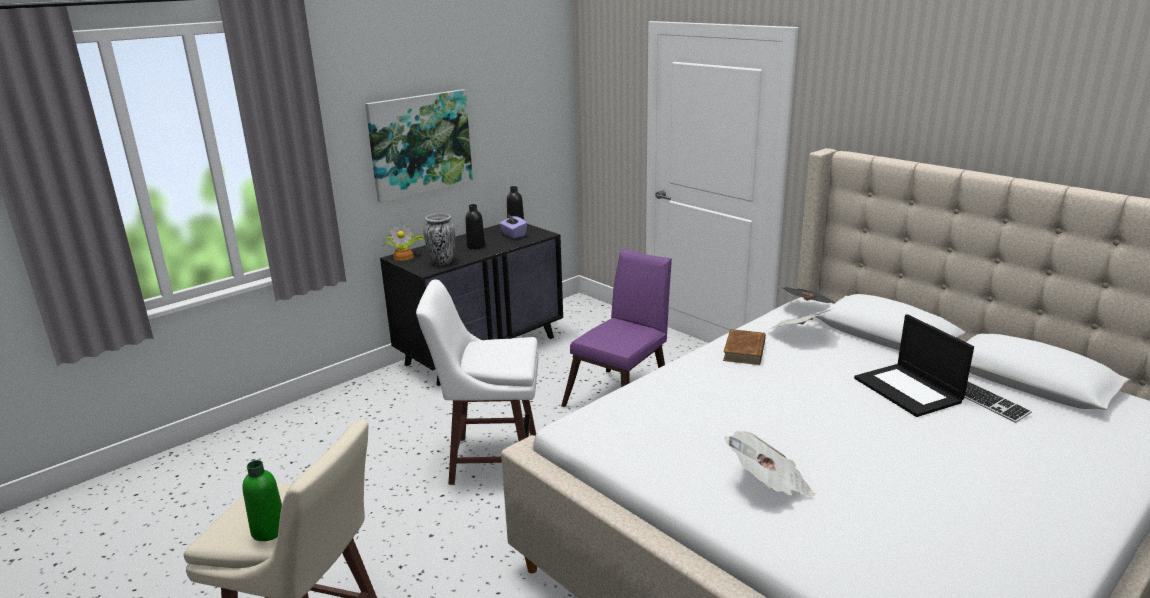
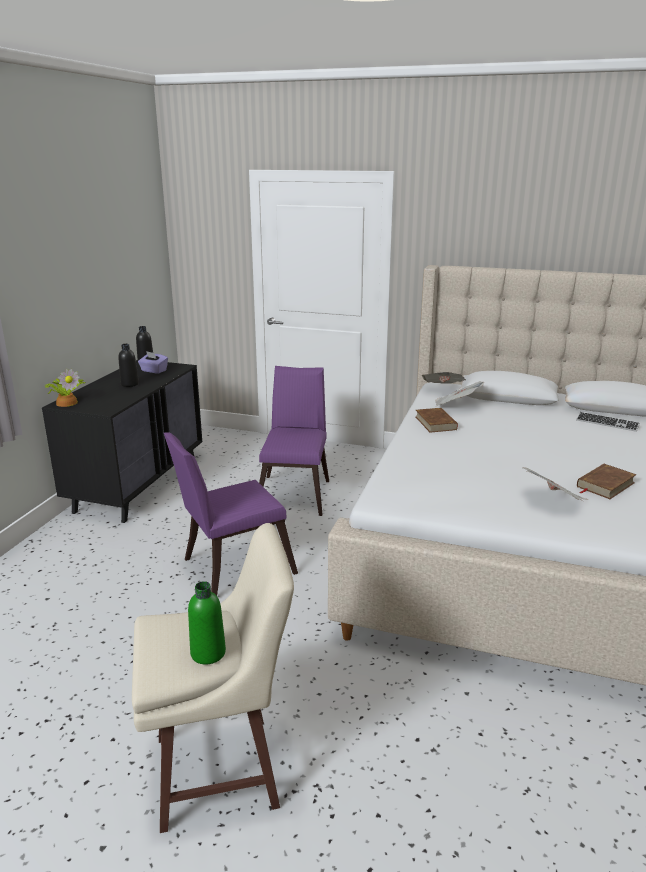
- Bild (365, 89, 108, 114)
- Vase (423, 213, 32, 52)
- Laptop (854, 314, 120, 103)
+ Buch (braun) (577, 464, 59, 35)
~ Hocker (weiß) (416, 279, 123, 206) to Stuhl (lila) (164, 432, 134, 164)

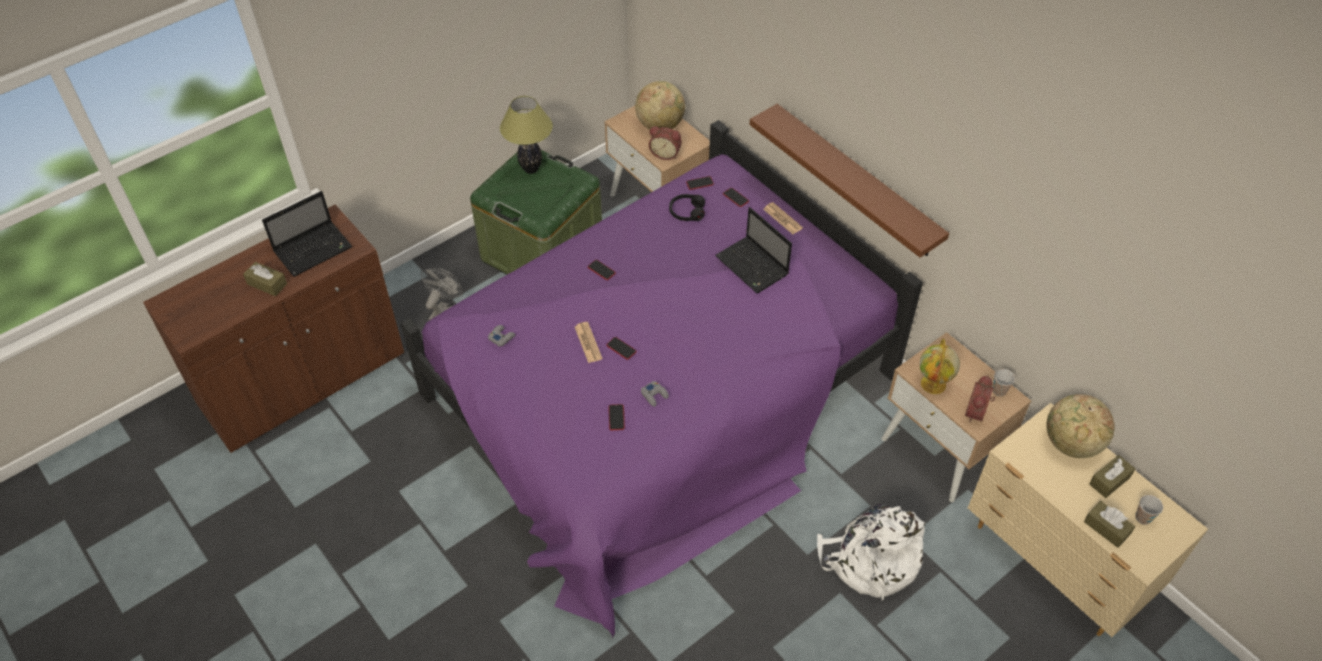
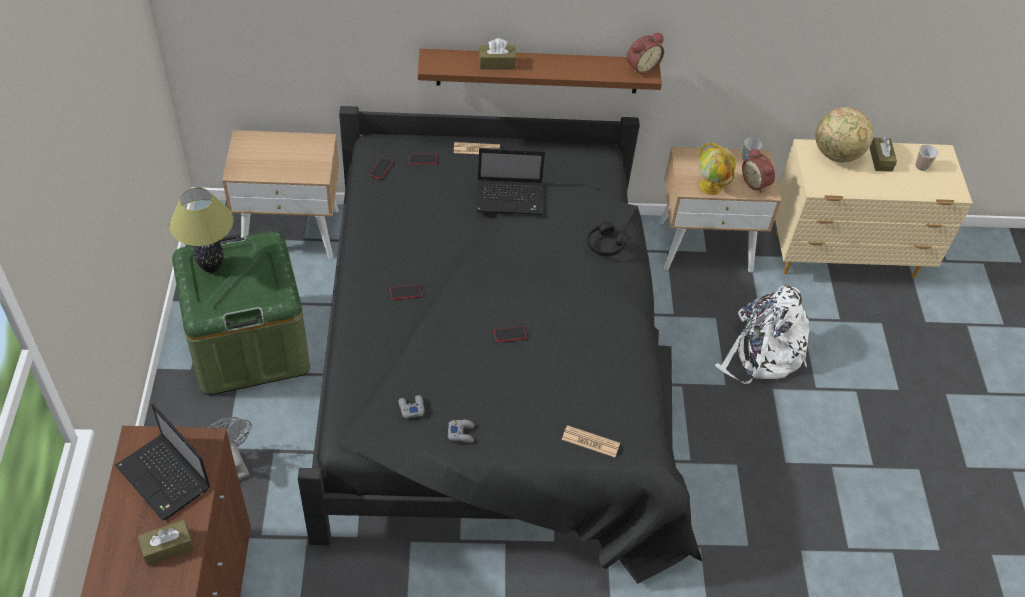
- Handy (609, 404, 16, 26)
- Globus (635, 81, 50, 49)
~ Zeitung (575, 322, 28, 41) to (562, 425, 58, 32)
~ Gamepad (grau) (641, 381, 28, 26) to (448, 420, 26, 23)
~ Wecker (649, 126, 33, 34) to (626, 33, 38, 42)
~ Kopfhörer (schwarz) (669, 194, 36, 27) to (587, 222, 41, 34)
~ Taschentuchbox (braun) (1084, 501, 51, 47) to (479, 38, 37, 32)
~ Bett (lila) (401, 120, 522, 518) to Bett (schwarz) (298, 106, 404, 478)
~ Laptop (262, 191, 91, 86) = (115, 404, 95, 117) 135 degrees clockwise

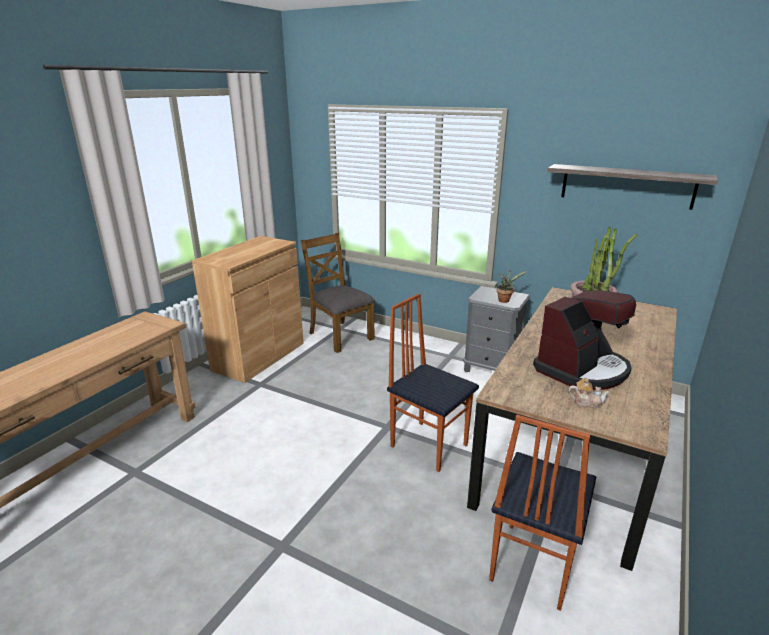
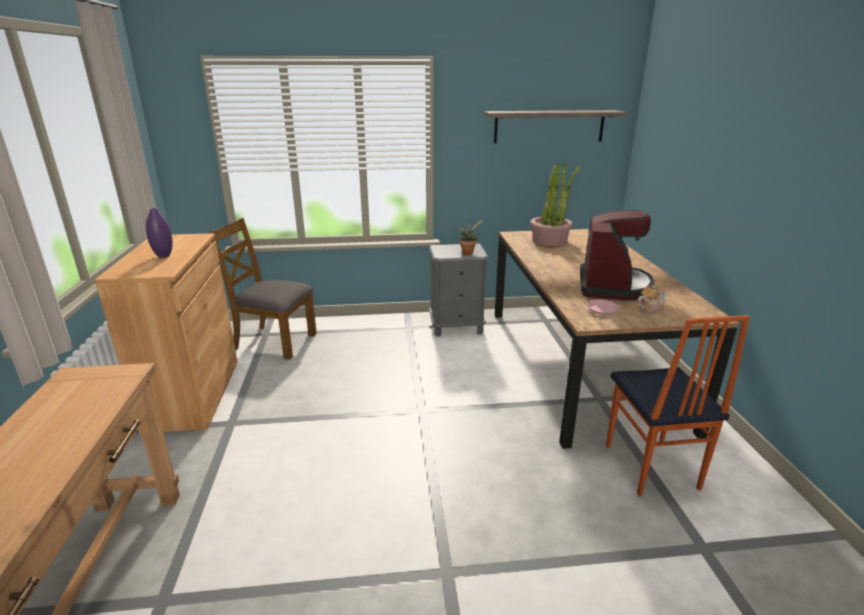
- Stuhl (387, 293, 92, 179)
+ Vase (lila) (146, 208, 27, 50)
+ Teller (rosa) (587, 300, 33, 15)

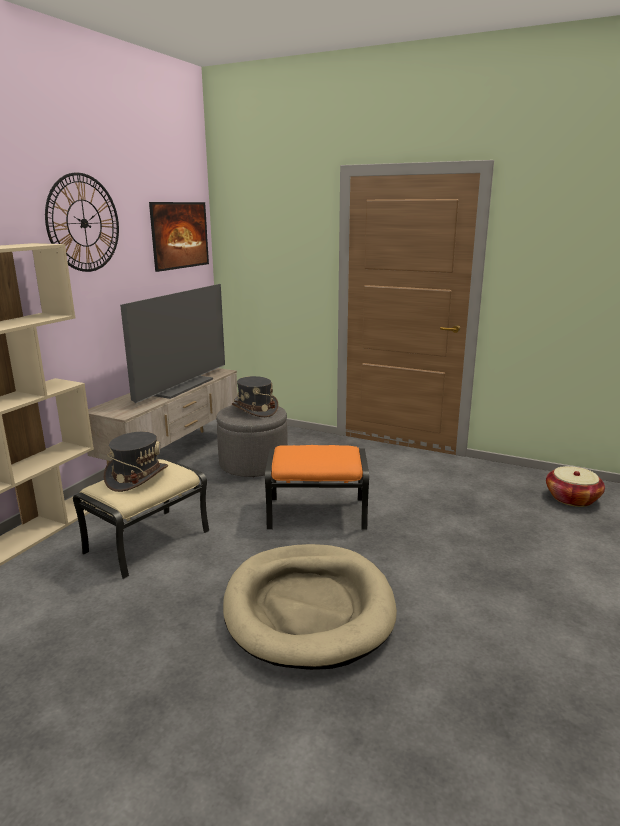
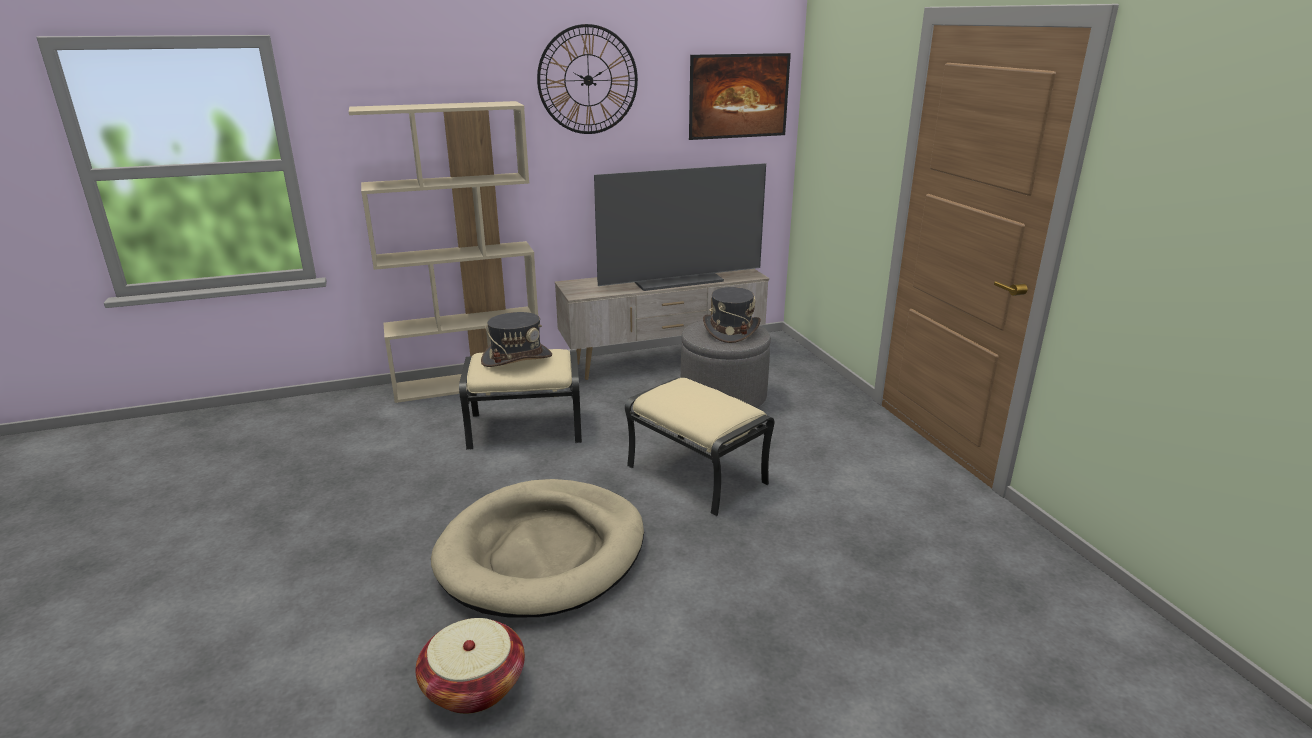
~ Korb (546, 466, 59, 41) to (416, 618, 109, 96)
~ Polsterhocker (orange) (265, 445, 104, 85) to Polsterhocker (beige) (625, 378, 150, 138)

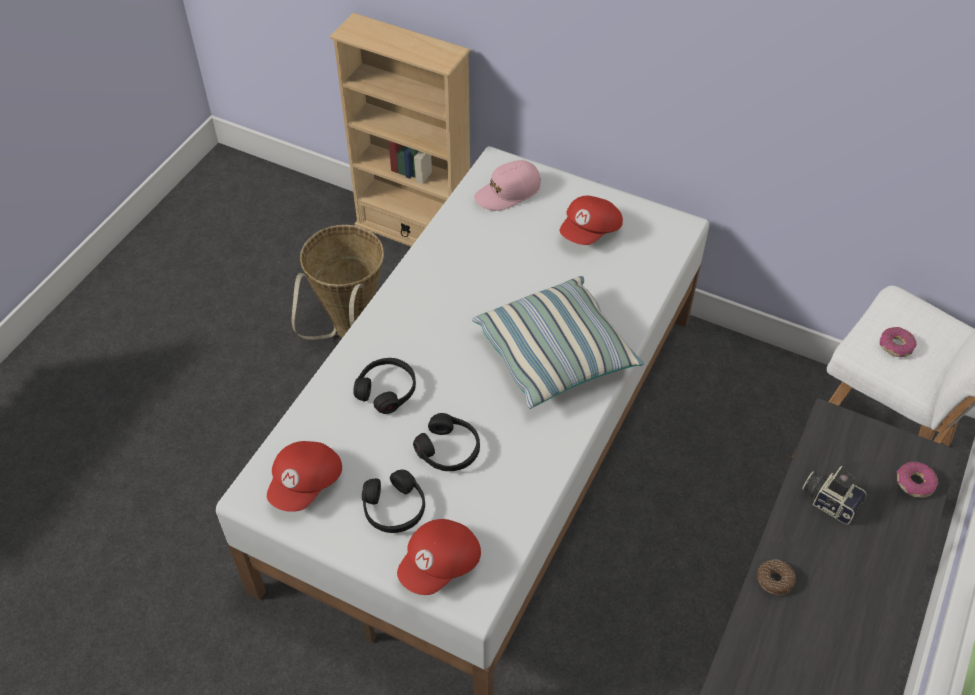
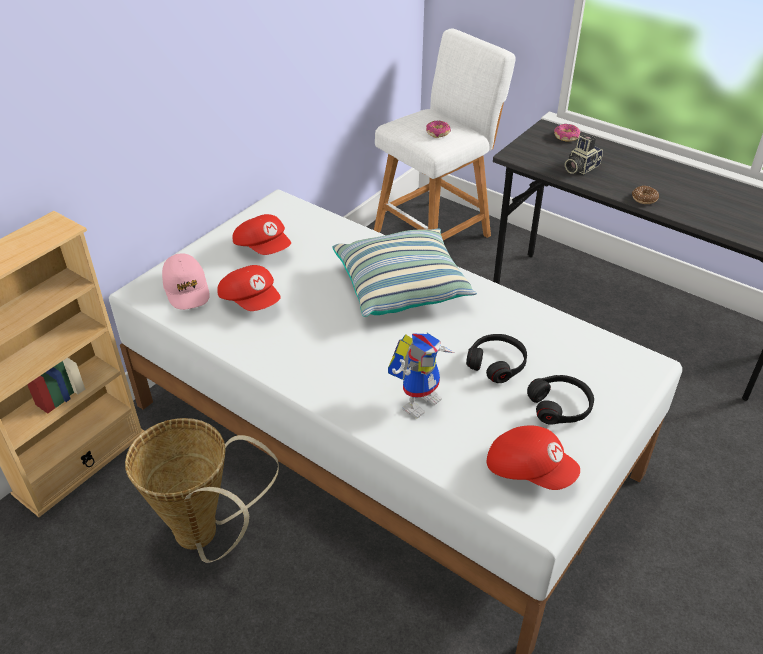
~ Kappe (rot) (397, 519, 84, 76) to (217, 265, 64, 46)
~ Kopfhörer (schwarz) (353, 358, 63, 56) to Spielzeugroboter (388, 333, 67, 86)

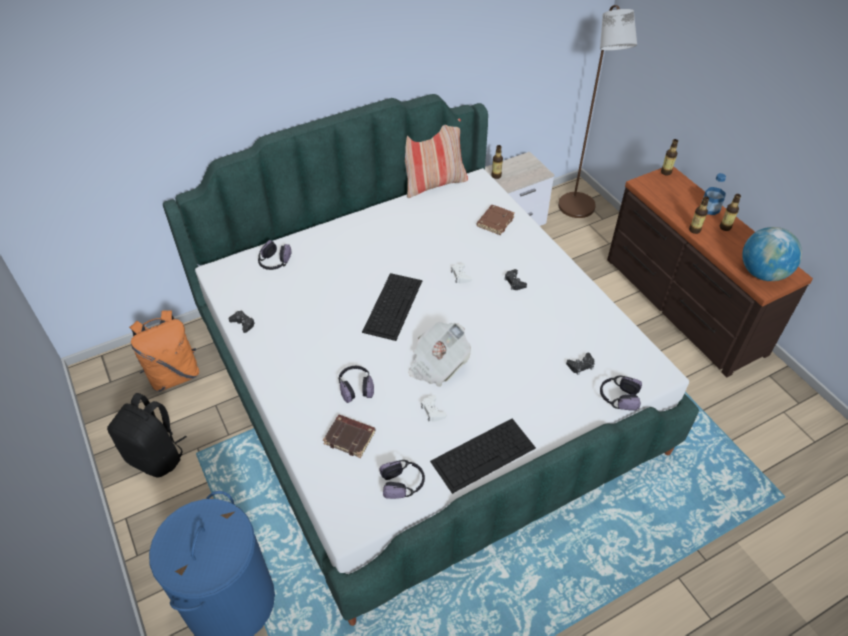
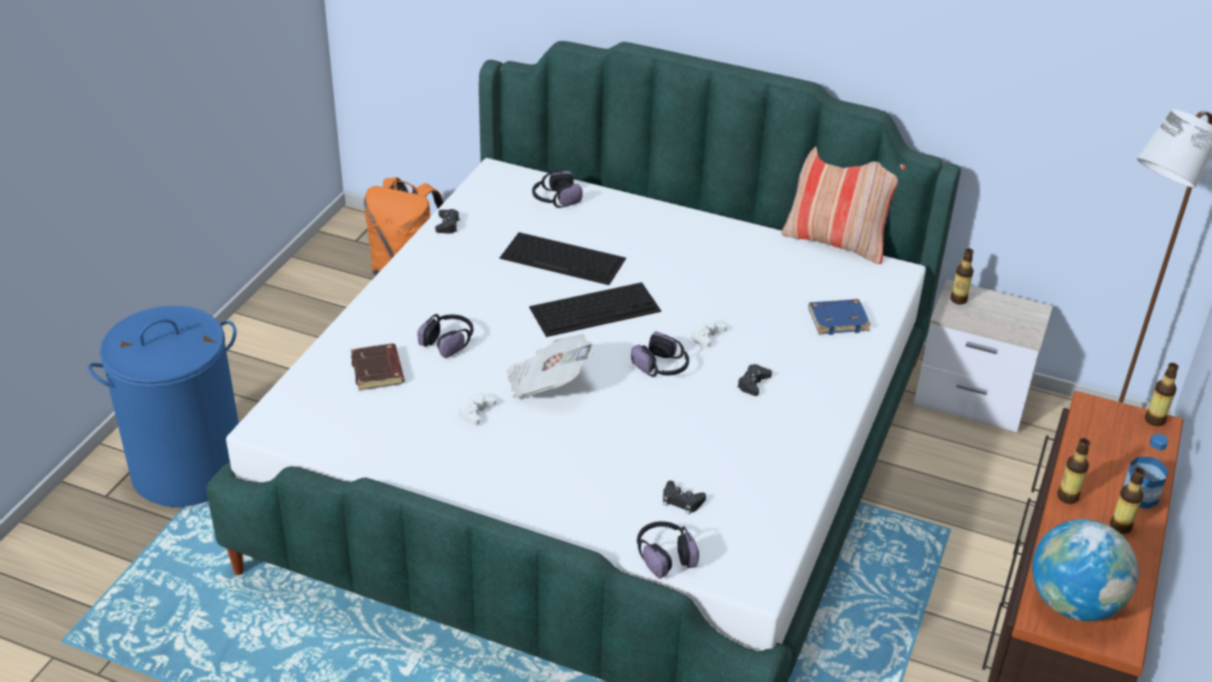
- Rucksack (schwarz) (107, 393, 80, 85)
~ Kopfhörer (379, 460, 46, 39) to (631, 331, 58, 46)
~ Tastatur (430, 419, 106, 75) to (500, 232, 126, 53)
~ Buch (braun) (477, 205, 38, 30) to Buch (blau) (808, 299, 63, 36)

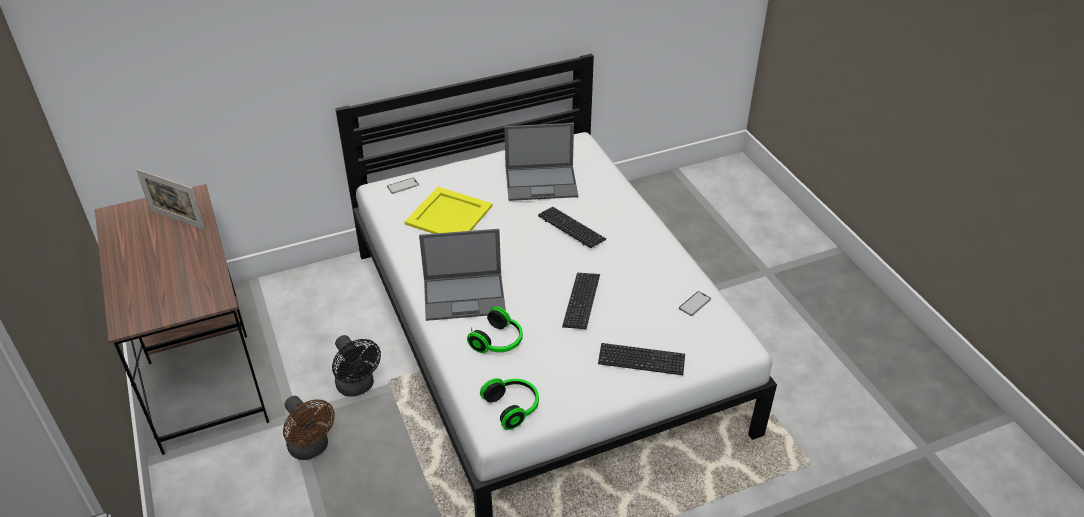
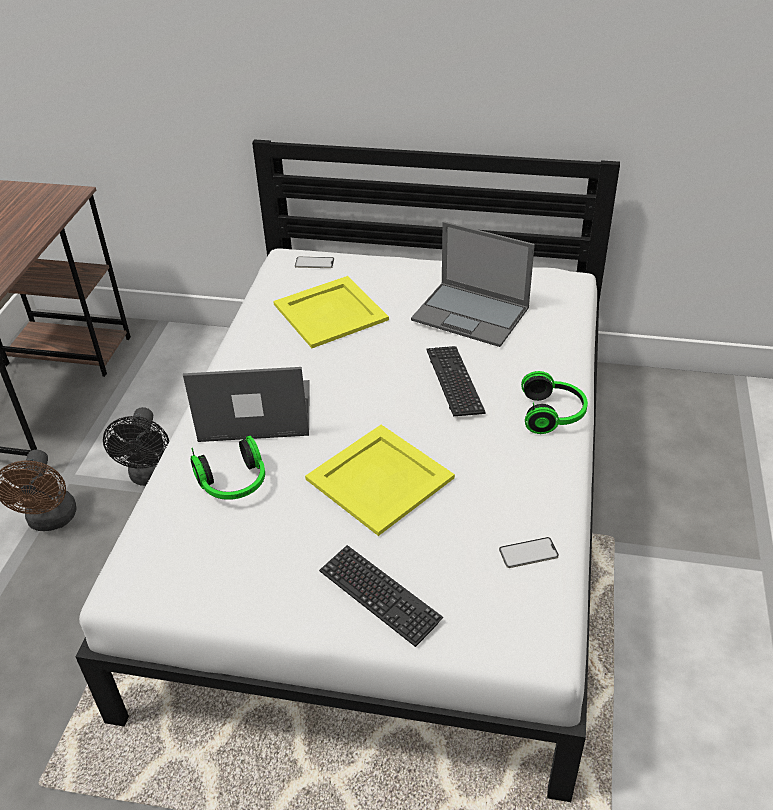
- Bilderrahmen (136, 169, 69, 61)
~ Kopfhörer (480, 378, 59, 52) to (521, 371, 67, 63)
~ Tastatur (562, 273, 38, 56) to Tablett (gelb) (305, 425, 150, 111)
~ Laptop (419, 229, 87, 92) = (183, 367, 127, 75) 150 degrees clockwise

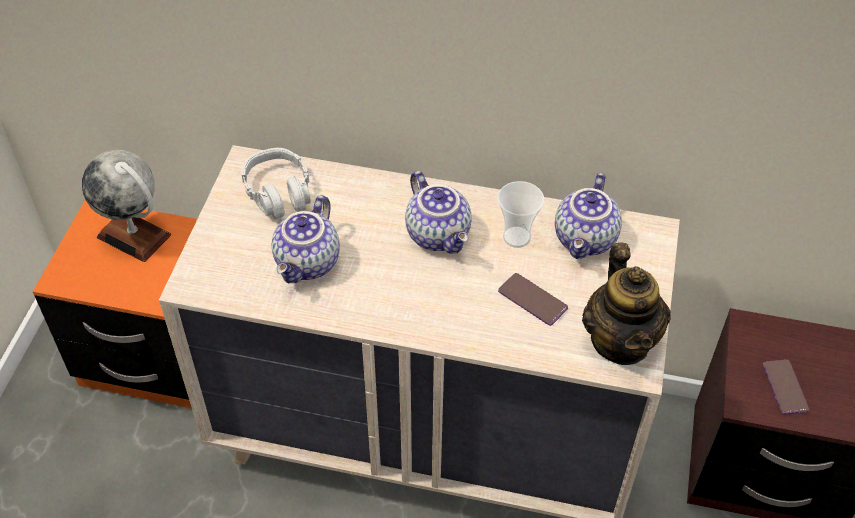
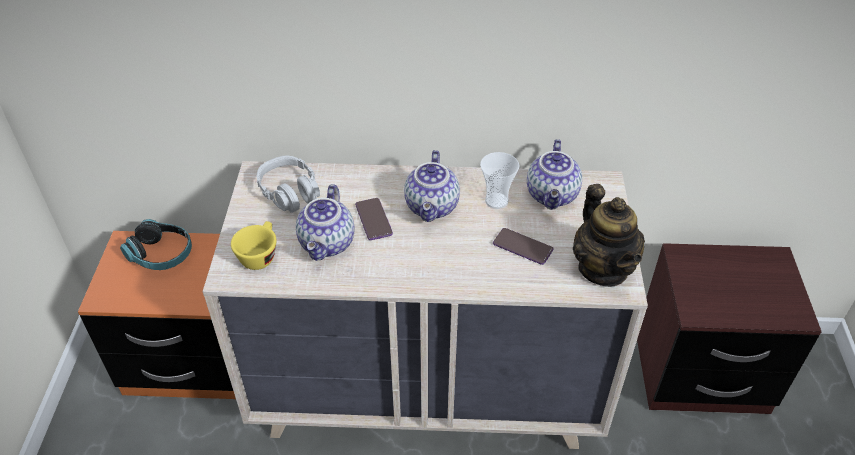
+ Tasse (gelb) (231, 221, 46, 49)
~ Handy (763, 359, 46, 56) to (355, 198, 38, 42)
~ Globus (82, 150, 89, 112) to Kopfhörer (120, 219, 72, 51)
~ Teekanne (405, 171, 67, 83) = (404, 150, 56, 72) 45 degrees clockwise

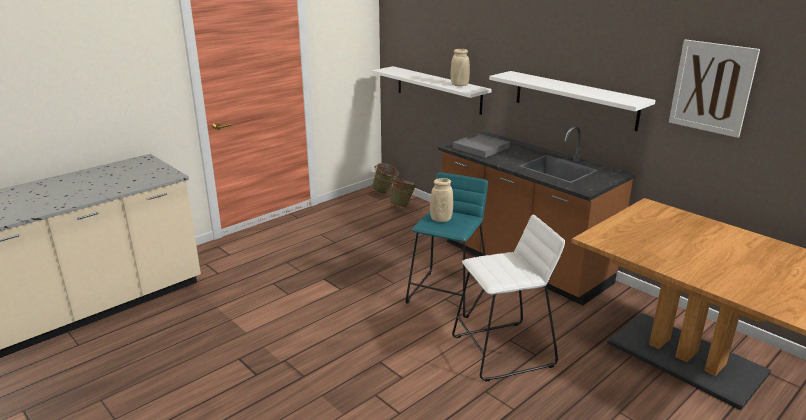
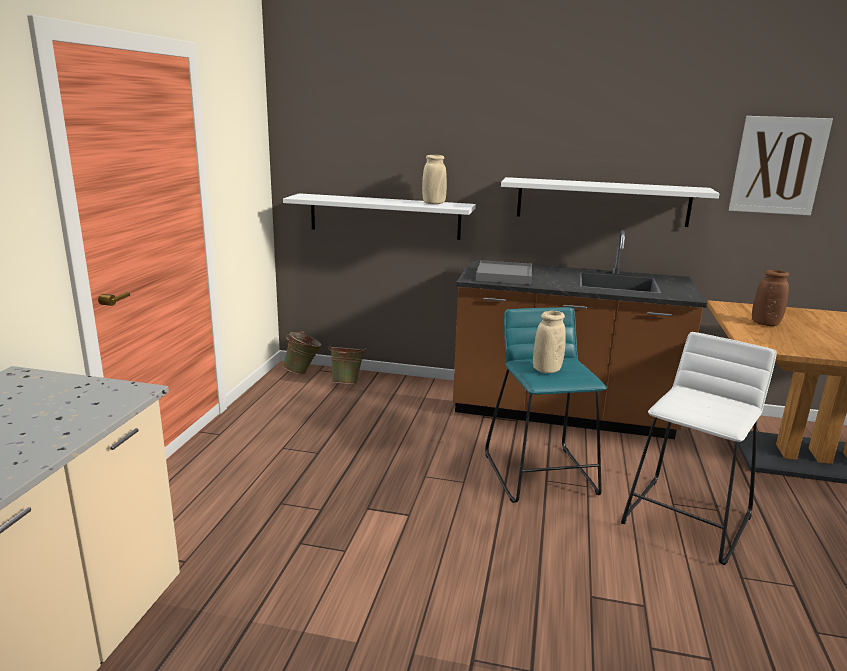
+ Vase (braun) (752, 270, 37, 56)

